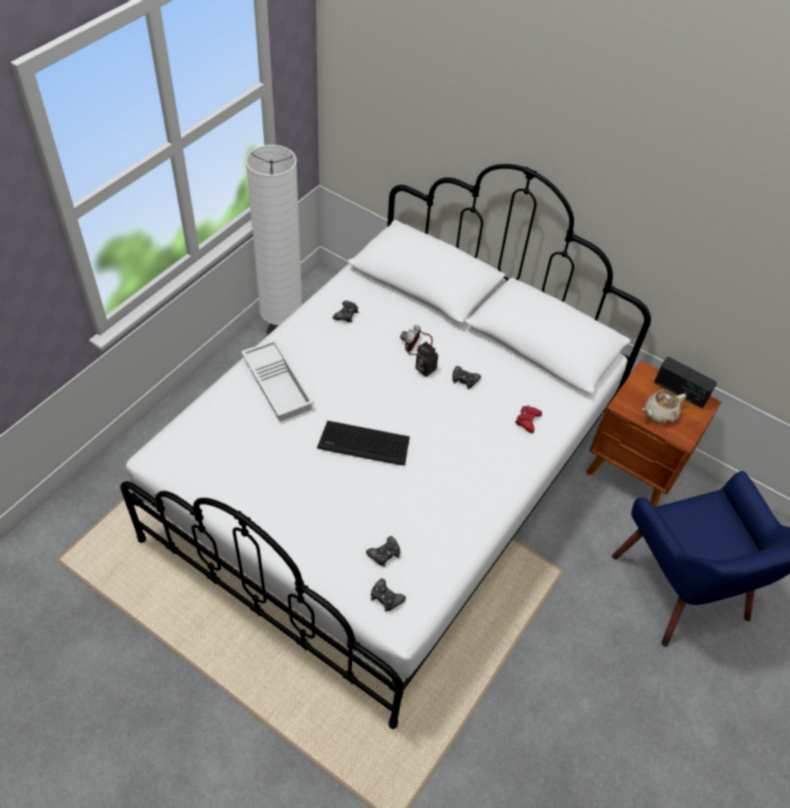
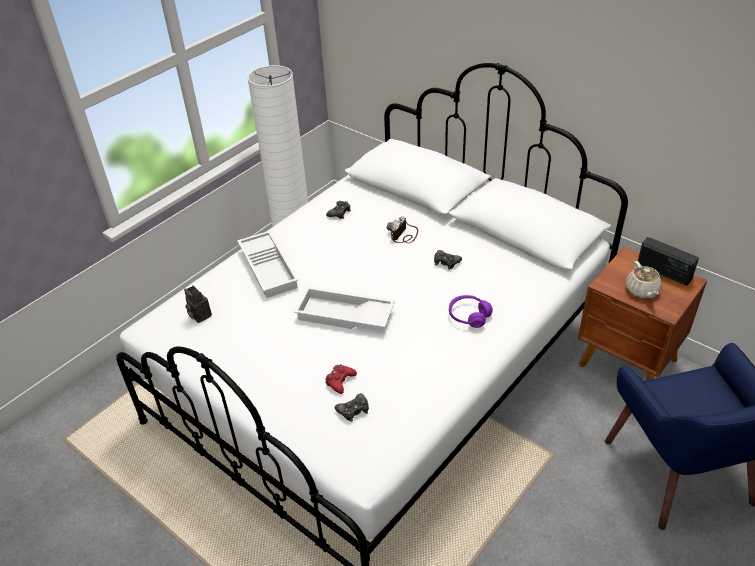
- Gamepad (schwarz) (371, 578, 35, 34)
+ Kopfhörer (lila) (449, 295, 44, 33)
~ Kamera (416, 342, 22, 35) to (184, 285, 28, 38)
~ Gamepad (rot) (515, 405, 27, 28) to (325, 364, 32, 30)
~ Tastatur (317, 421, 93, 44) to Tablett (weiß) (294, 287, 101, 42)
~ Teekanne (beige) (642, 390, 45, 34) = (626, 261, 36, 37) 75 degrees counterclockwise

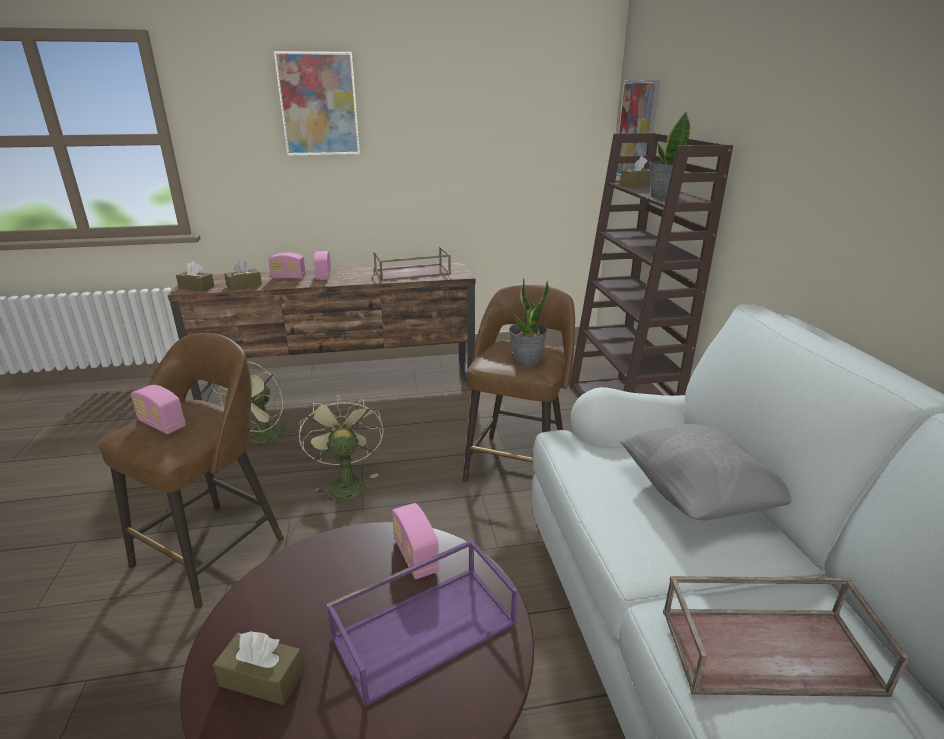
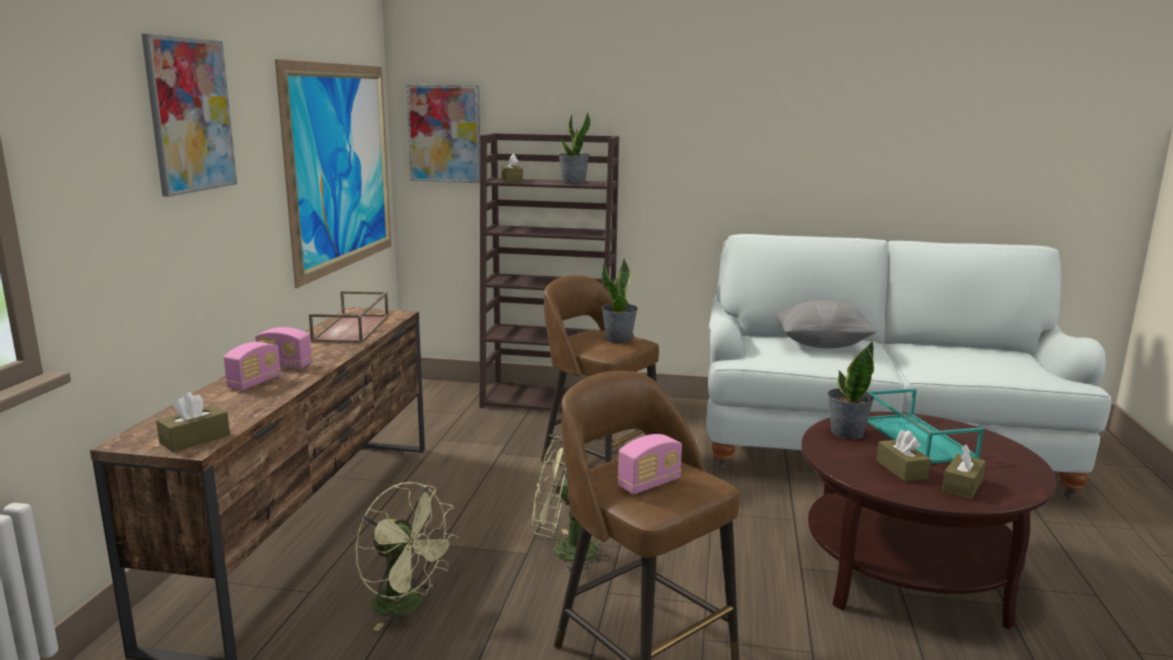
- Tablett (braun) (663, 576, 246, 121)
+ Bild (275, 59, 116, 229)
~ Taschentuchbox (braun) (224, 260, 38, 30) to (876, 430, 55, 52)
~ Radio (392, 503, 47, 76) to Topfpflanze (827, 341, 47, 98)
~ Tablett (lila) (326, 539, 192, 168) to Tablett (türkis) (867, 389, 117, 75)

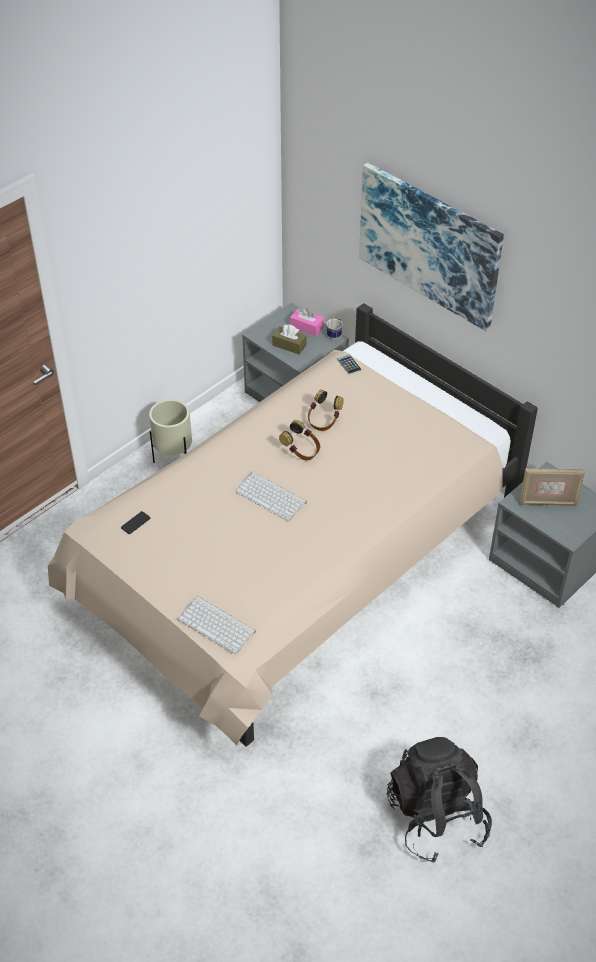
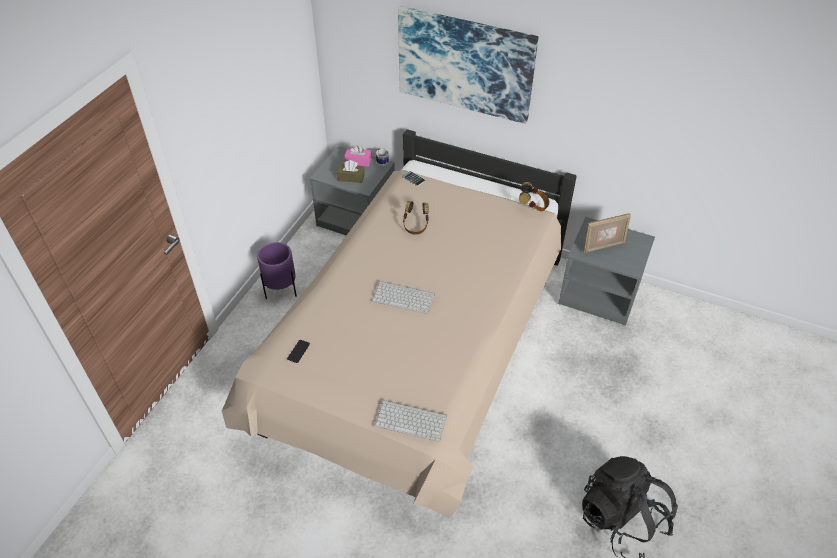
~ Kopfhörer (279, 420, 42, 41) to (519, 182, 31, 29)
~ Pflanzkübel (beige) (149, 399, 43, 64) to Pflanzkübel (lila) (257, 242, 40, 57)

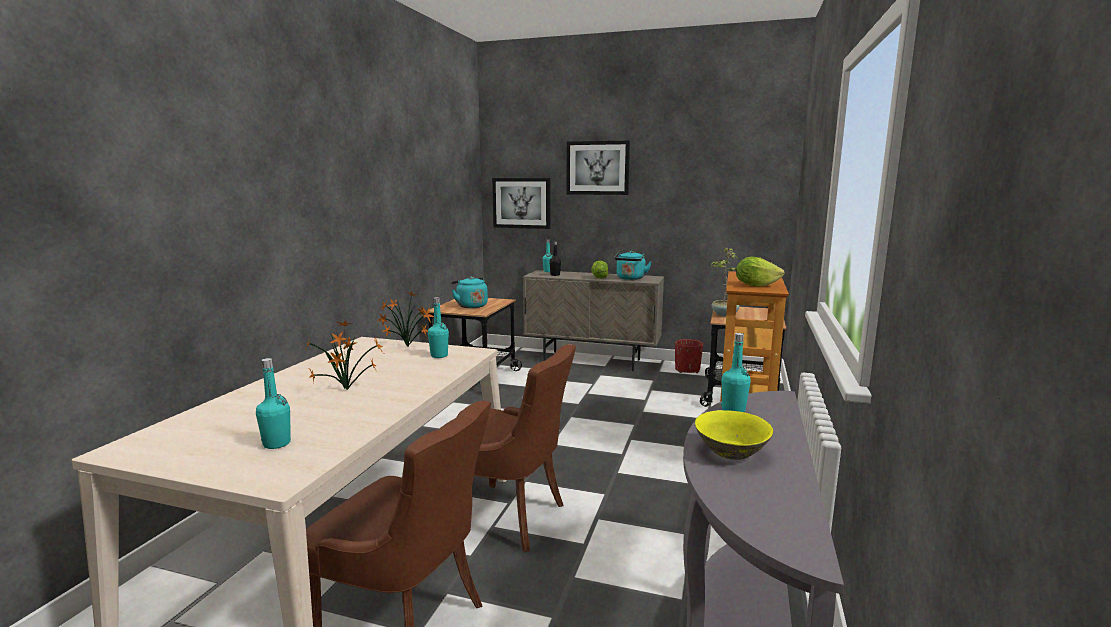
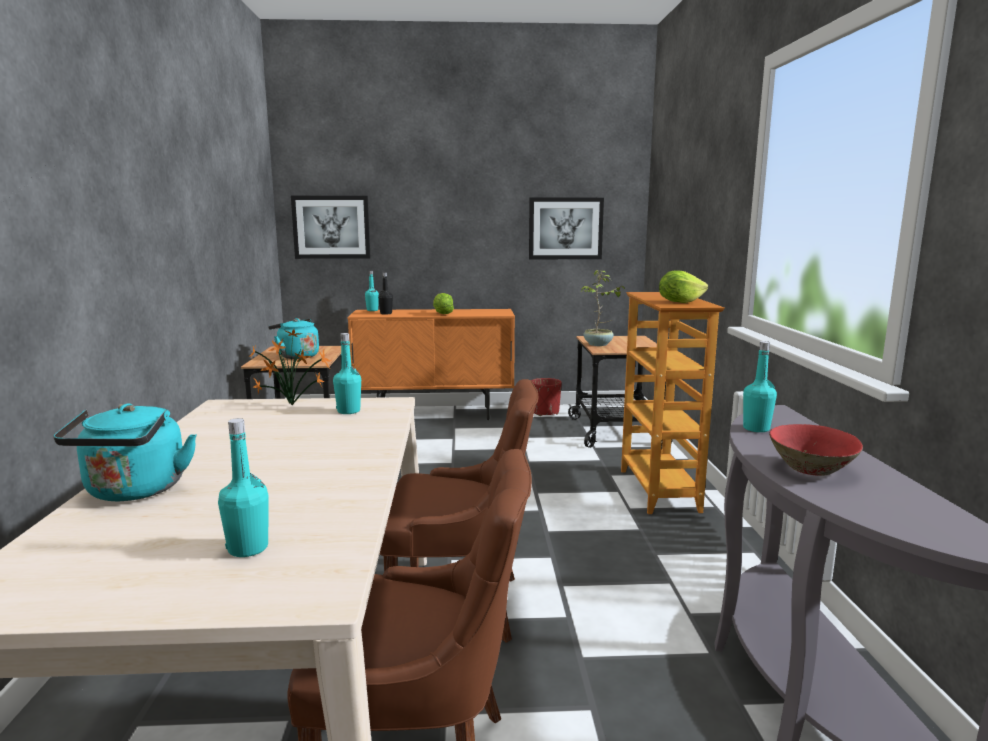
- Topfpflanze (305, 320, 78, 70)
~ Bild (566, 141, 64, 54) to (529, 198, 75, 61)
~ Wasserkessel (türkis) (614, 251, 37, 29) to (53, 403, 144, 99)
~ Schrank (beige) (523, 270, 141, 101) to Schrank (orange) (347, 309, 168, 111)
~ Schüssel (gelb) (695, 410, 78, 50) to Schüssel (rot) (769, 424, 94, 52)

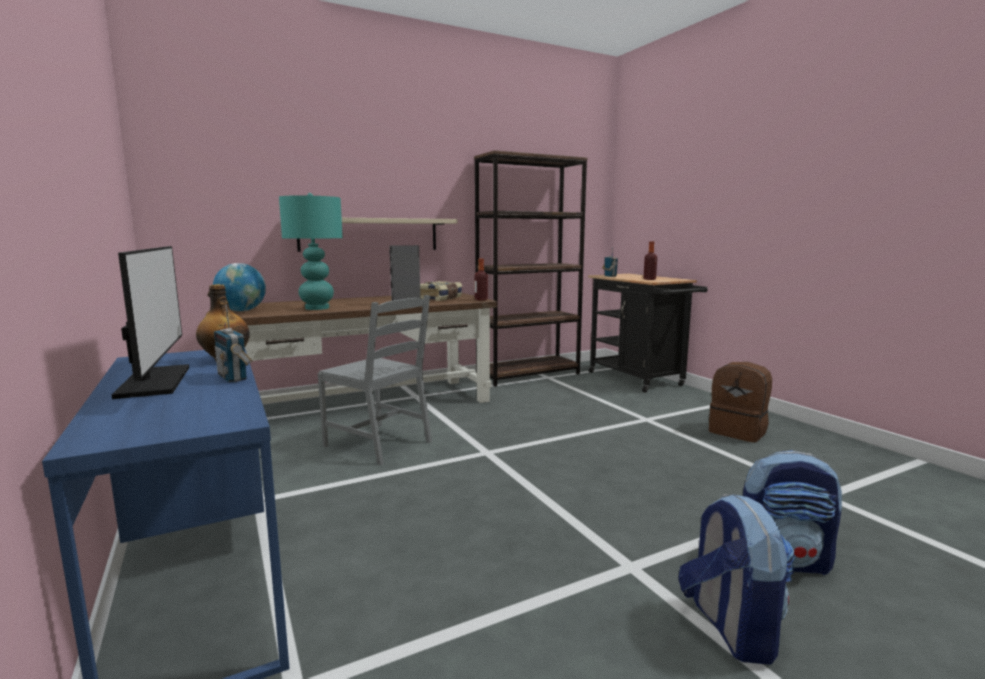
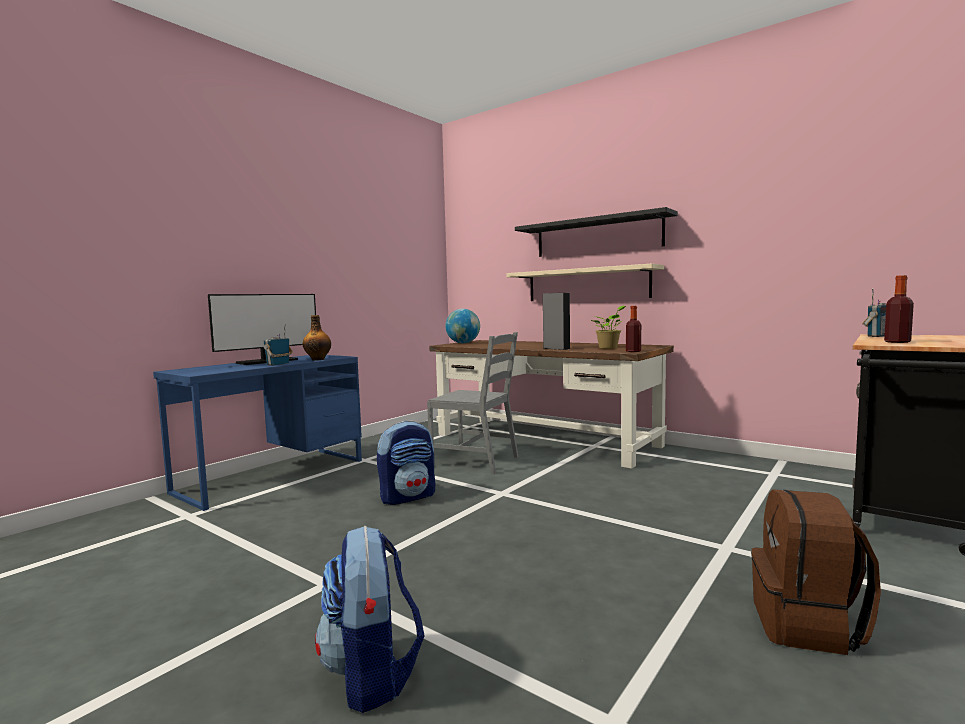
- Tischlampe (türkis) (279, 193, 64, 117)
- Bücherregal (braun) (474, 150, 114, 237)
+ Wandregal (schwarz) (515, 207, 163, 50)
~ Rucksack (678, 494, 118, 171) to (377, 420, 58, 85)
~ Buch (420, 281, 42, 20) to Topfpflanze (590, 306, 36, 43)
~ Stuhl (grau) (318, 295, 114, 171) = (427, 332, 92, 142) 75 degrees counterclockwise

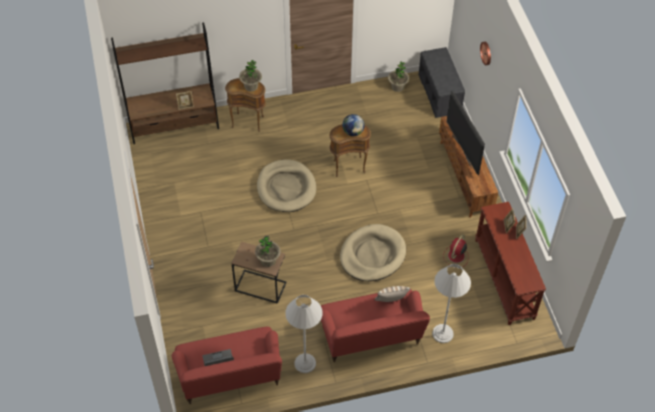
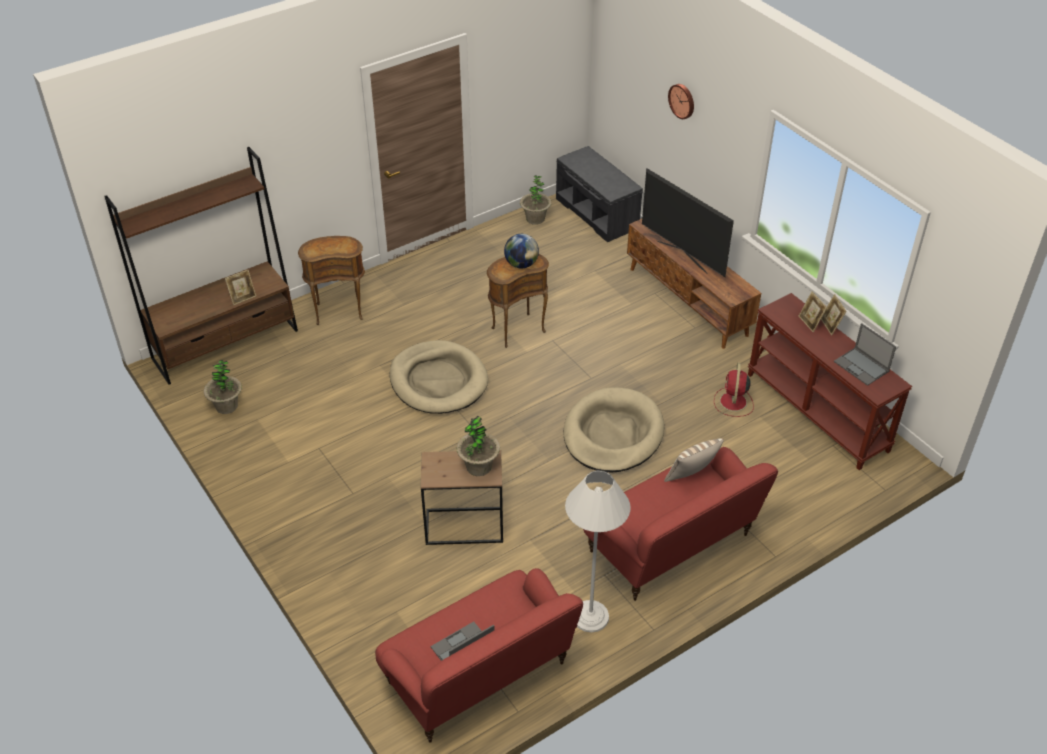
- Stehlampe (weiß) (432, 264, 39, 79)
+ Laptop (834, 323, 62, 63)
~ Topfpflanze (239, 60, 23, 32) to (204, 360, 38, 54)

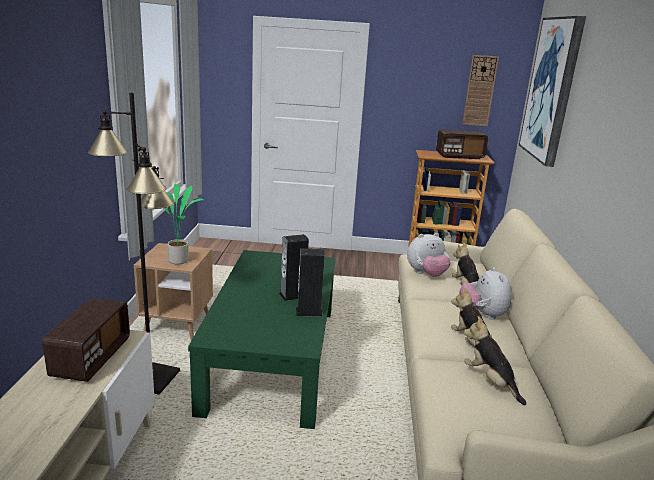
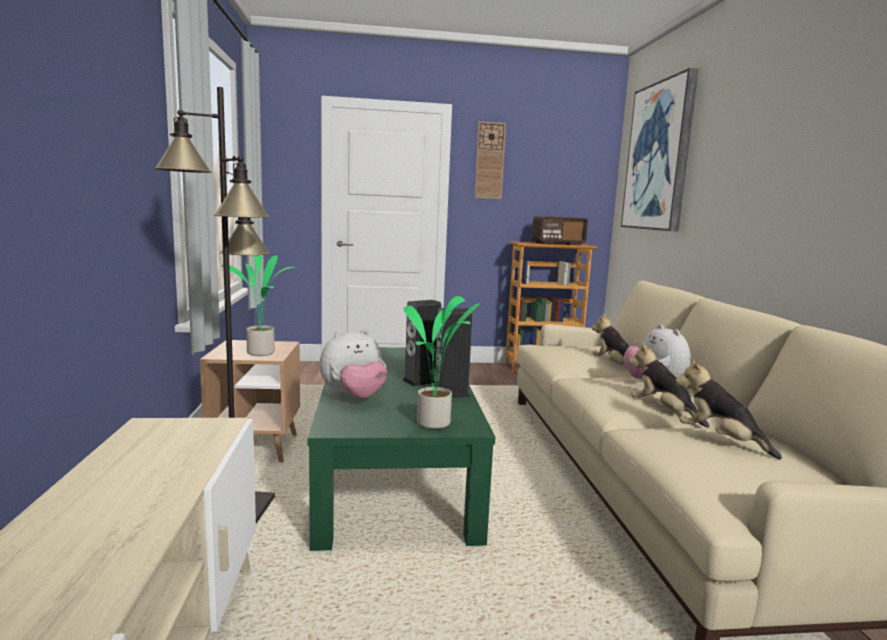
- Radio (42, 298, 88, 84)
+ Topfpflanze (404, 296, 76, 133)
~ Plüschtier (407, 233, 44, 44) to (320, 329, 67, 69)
~ Wanduhr (462, 55, 37, 71) to (474, 121, 32, 78)

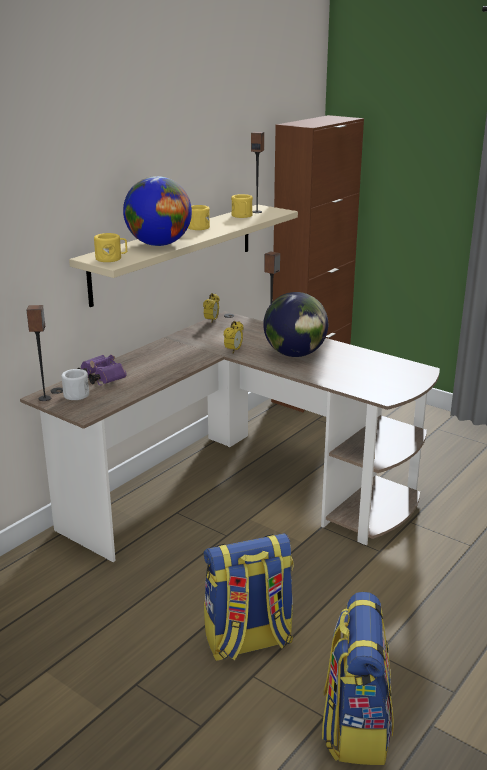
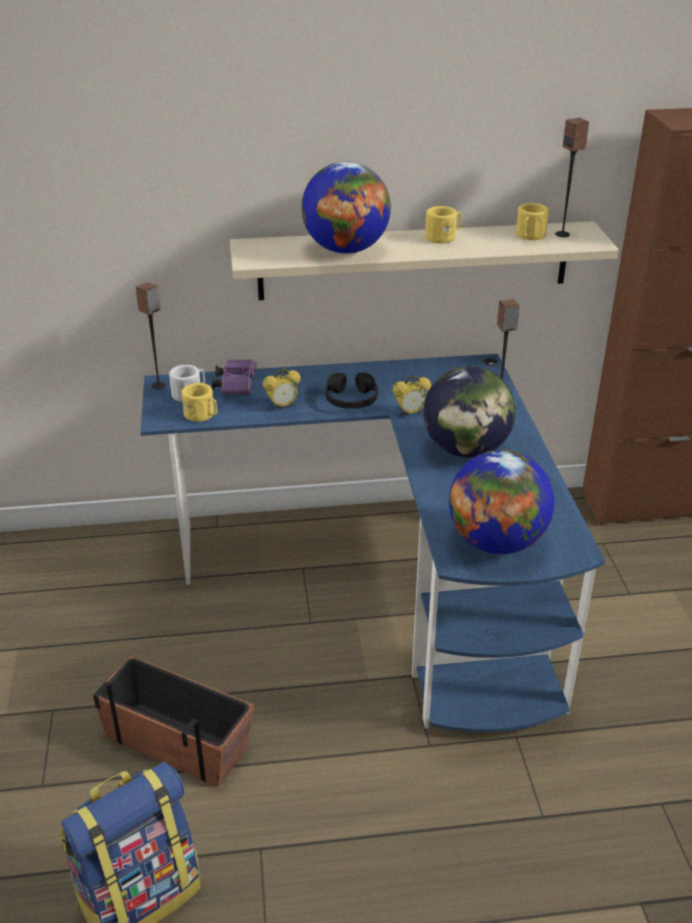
+ Kopfhörer (schwarz) (325, 373, 53, 36)
+ Globus (449, 450, 106, 104)
~ Henkelbecher (gelb) (94, 233, 33, 29) to (181, 383, 36, 39)
~ Wecker (203, 293, 17, 30) to (263, 369, 38, 41)
~ Rucksack (204, 534, 90, 127) to Pflanzkübel (93, 655, 162, 132)
~ Schreibtisch (braun) (20, 311, 420, 251) to Schreibtisch (blau) (140, 354, 465, 378)

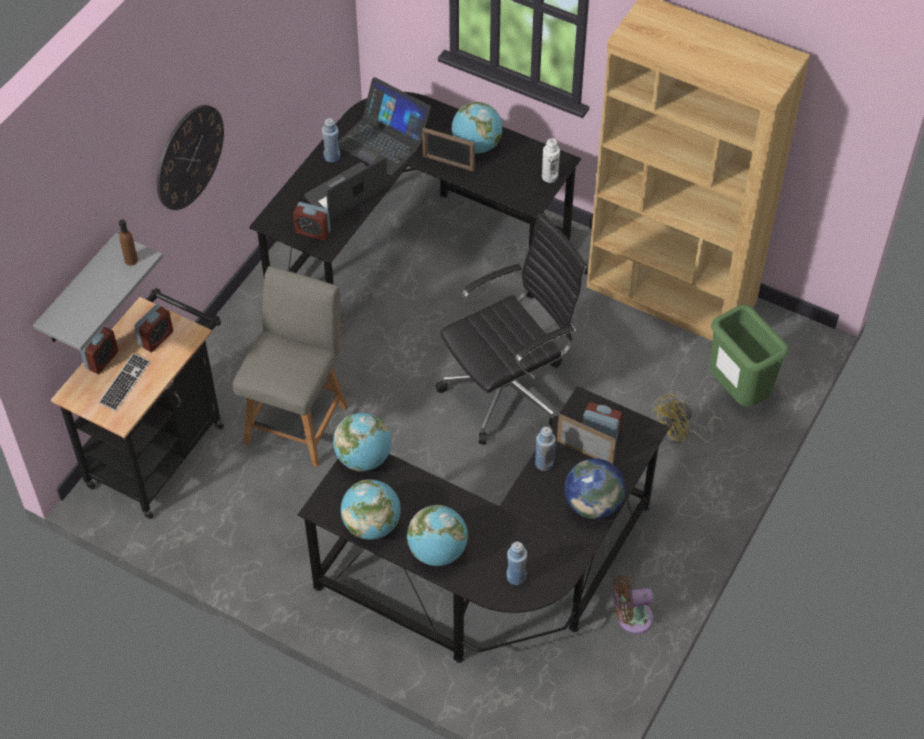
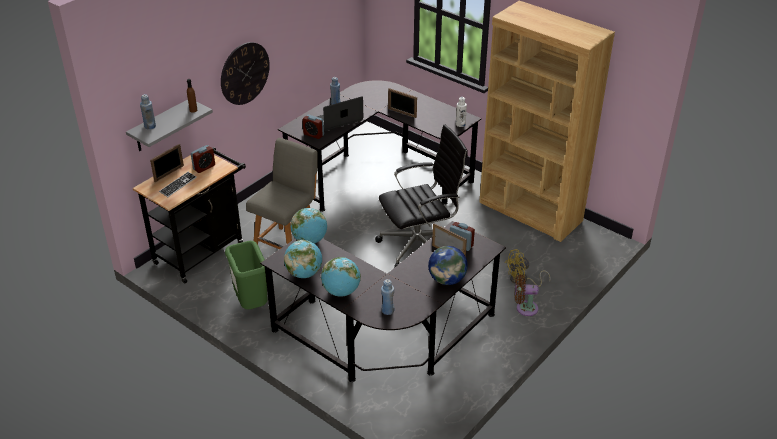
- Laptop (338, 77, 93, 98)
- Globus (452, 102, 50, 51)
~ Flasche (blau) (535, 427, 21, 44) to (140, 94, 16, 36)
~ Ventilator (braun) (613, 575, 41, 59) to (515, 275, 24, 41)
~ Mülleimer (grün) (710, 305, 79, 102) to (225, 241, 43, 69)
~ Wecker (80, 326, 38, 48) to Bilderrahmen (150, 144, 34, 38)

